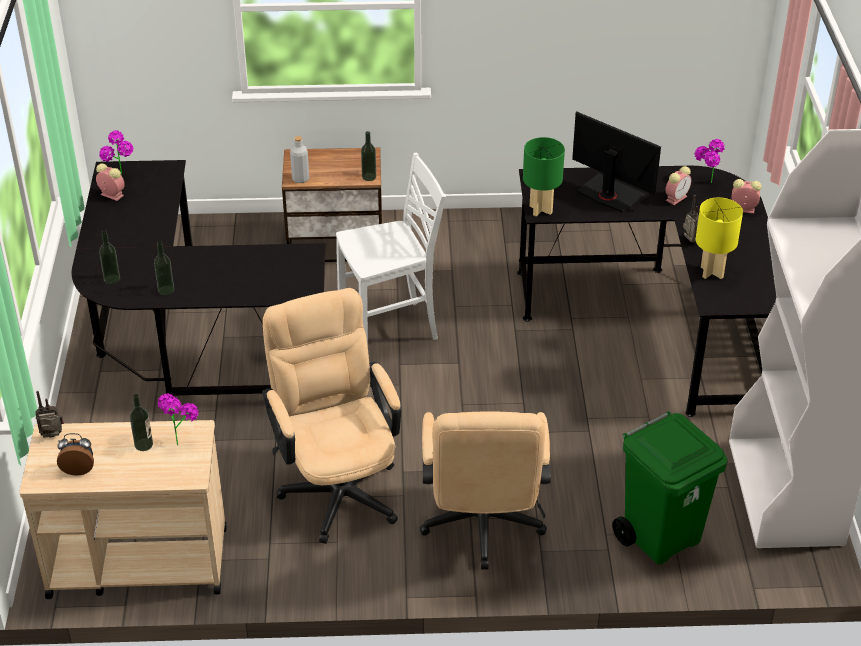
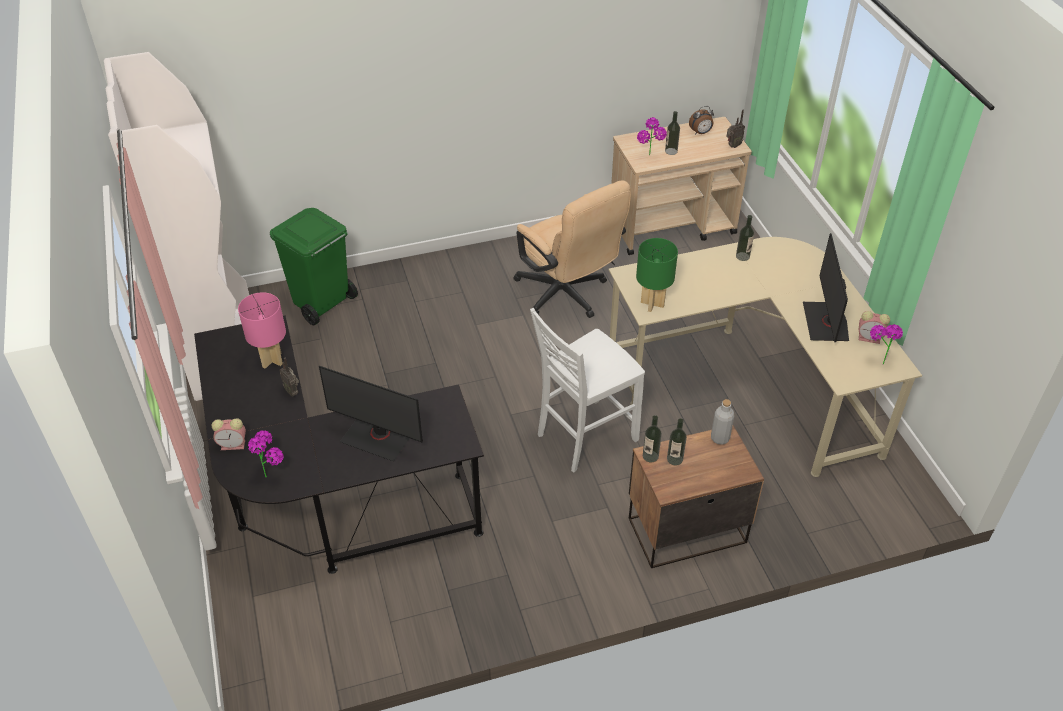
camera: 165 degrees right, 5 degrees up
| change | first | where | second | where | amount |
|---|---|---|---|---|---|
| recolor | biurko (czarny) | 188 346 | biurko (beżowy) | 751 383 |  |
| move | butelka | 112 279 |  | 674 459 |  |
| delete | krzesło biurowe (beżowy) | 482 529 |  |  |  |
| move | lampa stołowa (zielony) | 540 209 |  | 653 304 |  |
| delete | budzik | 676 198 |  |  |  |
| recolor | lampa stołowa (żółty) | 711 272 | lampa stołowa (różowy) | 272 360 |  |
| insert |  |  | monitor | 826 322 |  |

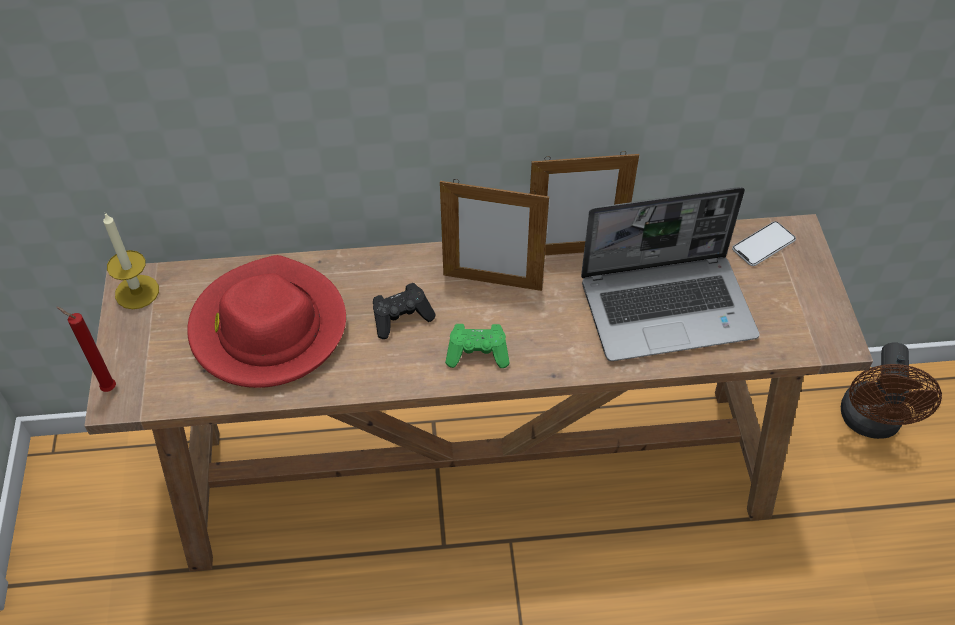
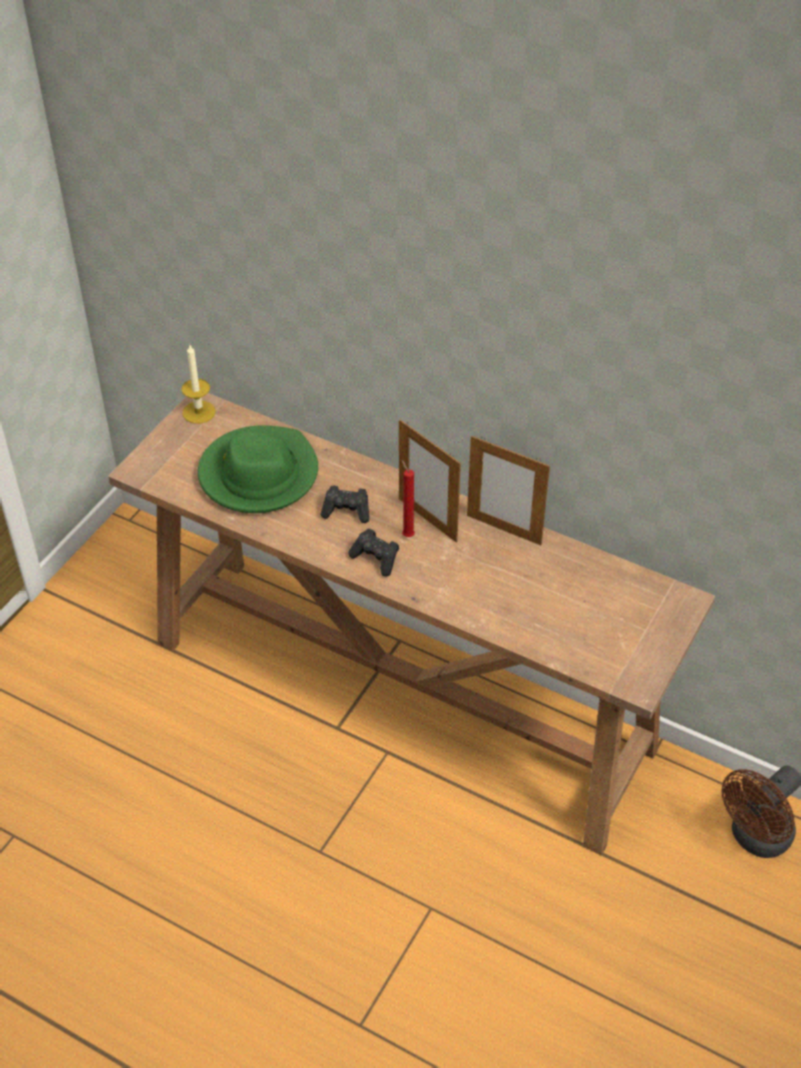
camera: 35 degrees right, 5 degrees down
| change | first | where | second | where | amount |
|---|---|---|---|---|---|
| move | świeca (czerwony) | 107 388 |  | 407 535 |  |
| recolor | kapelusz (czerwony) | 268 328 | kapelusz (zielony) | 258 474 |  |
| recolor | pad do gier (zielony) | 478 354 | pad do gier (czarny) | 376 559 |  |
| delete | laptop | 669 307 |  |  |  |
| delete | telefon | 763 245 |  |  |  |

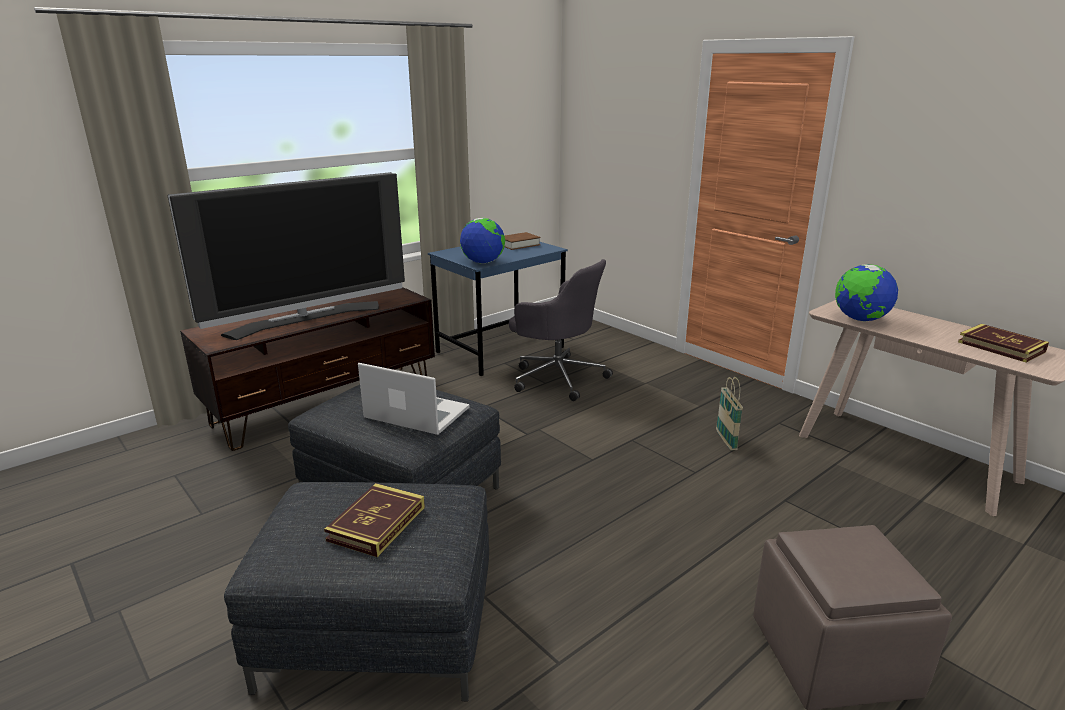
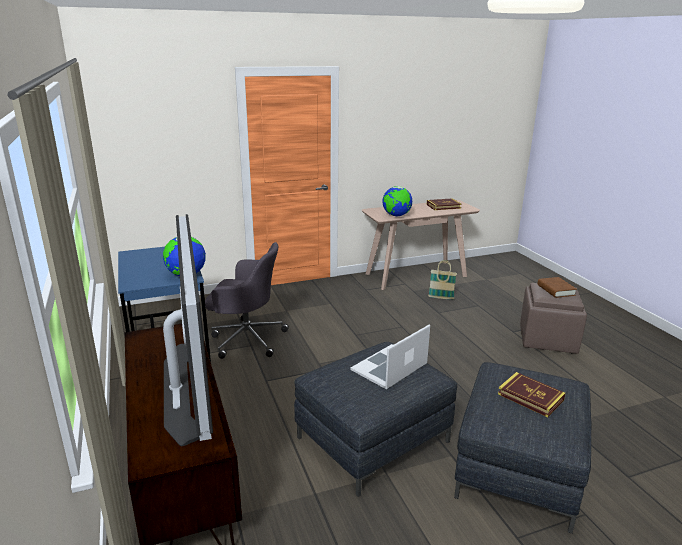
camera: 70 degrees left, 0 degrees up
| change | first | where | second | where | amount |
|---|---|---|---|---|---|
| move | książka (brązowy) | 518 244 |  | 556 290 |  |
| rotate | krzesło biurowe (szary) | 557 377 |  | 246 338 | 45 degrees clockwise |
| move | koszyk | 726 440 |  | 441 298 |  |

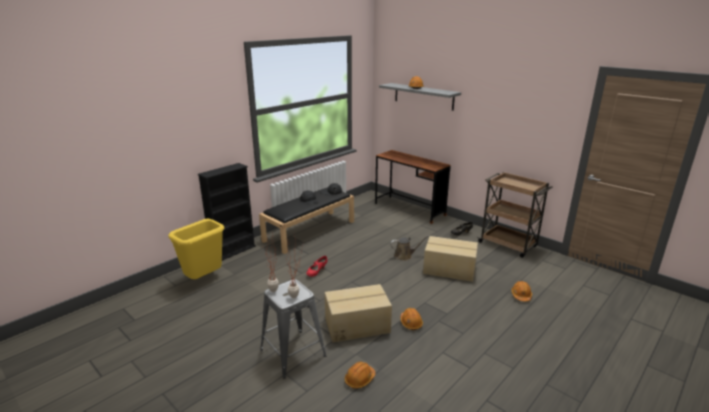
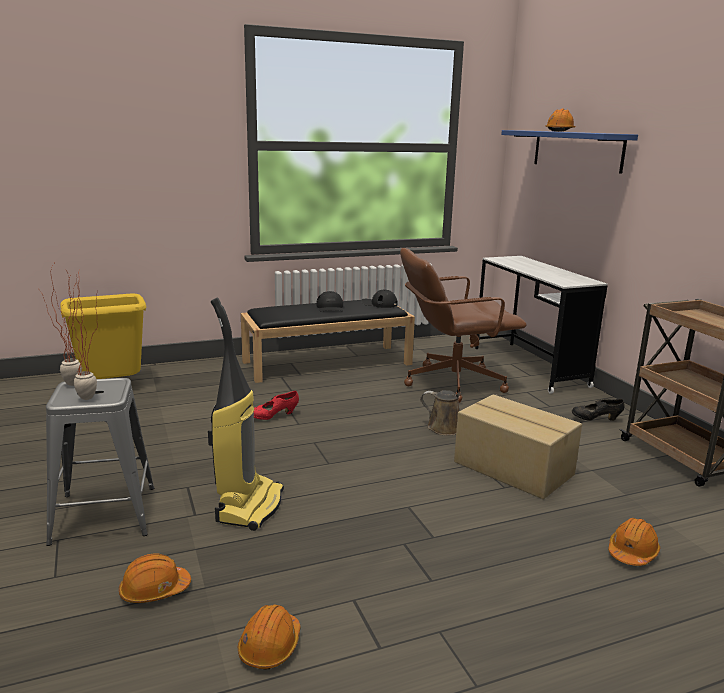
camera: 25 degrees right, 5 degrees down
| change | first | where | second | where | amount |
|---|---|---|---|---|---|
| delete | regał (czarny) | 233 251 |  |  |  |
| replace | karton | 356 325 | odkurzacz | 249 506 |  |
| recolor | biurko (brązowy) | 409 209 | biurko (biały) | 529 366 |  |
| recolor | półka (szary) | 423 96 | półka (niebieski) | 577 150 |  |
| move | kask (pomarańczowy) | 411 323 |  | 270 646 |  |
| insert |  |  | krzesło biurowe (brązowy) | 453 383 |  |

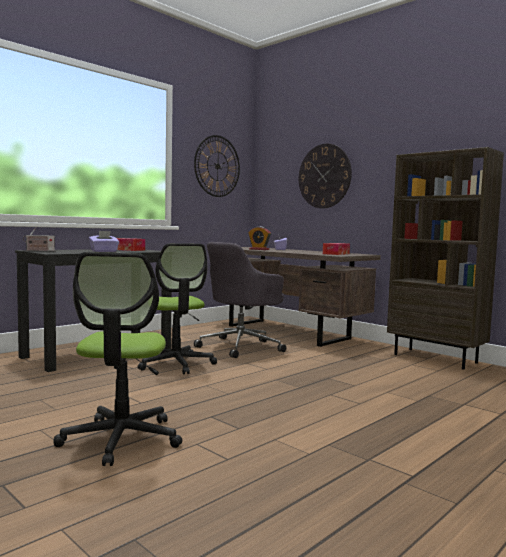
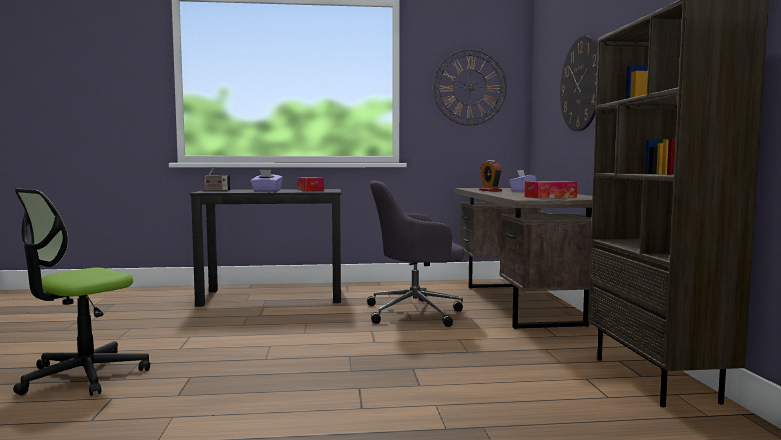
camera: 40 degrees right, 0 degrees up
| change | first | where | second | where | amount |
|---|---|---|---|---|---|
| delete | krzesło biurowe | 176 364 |  |  |  |

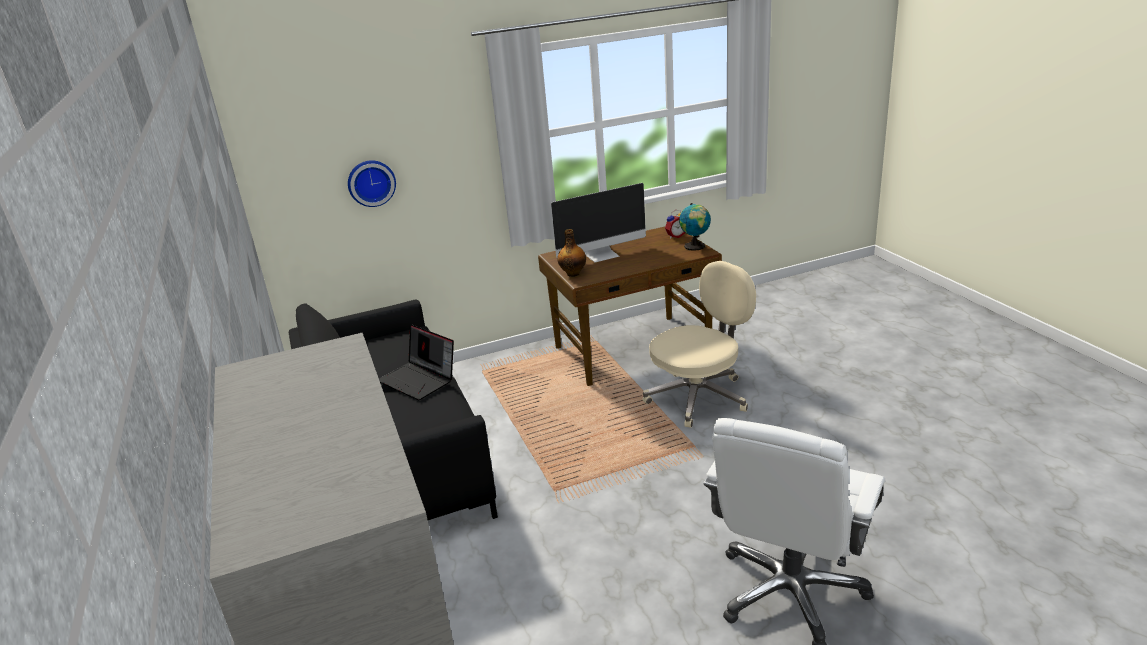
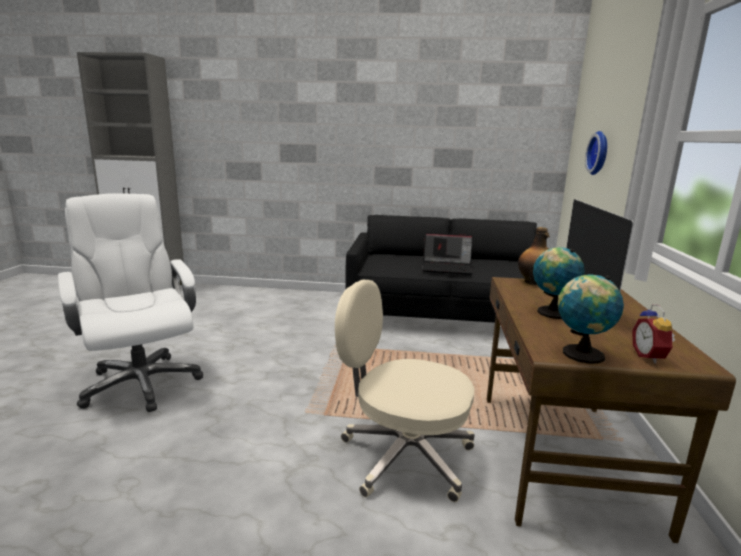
camera: 115 degrees right, 10 degrees down
| change | first | where | second | where | amount |
|---|---|---|---|---|---|
| rotate | laptop | 420 380 |  | 447 268 | 150 degrees counterclockwise |
| rotate | krzesło biurowe (beżowy) | 699 397 |  | 403 456 | 120 degrees clockwise |
| insert |  |  | globus | 551 312 |  |

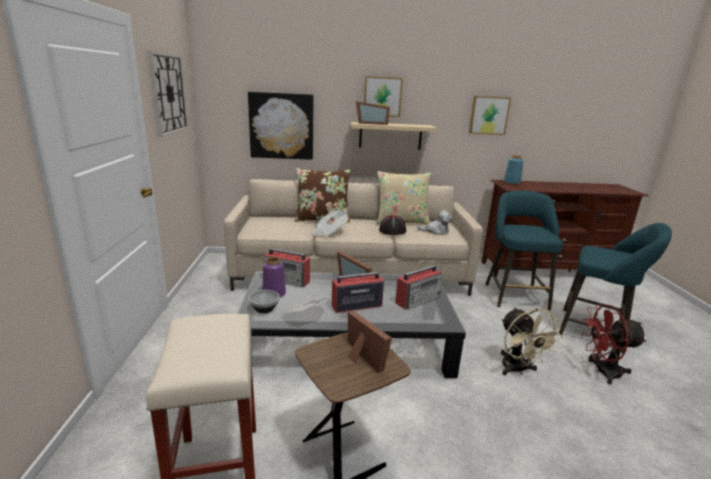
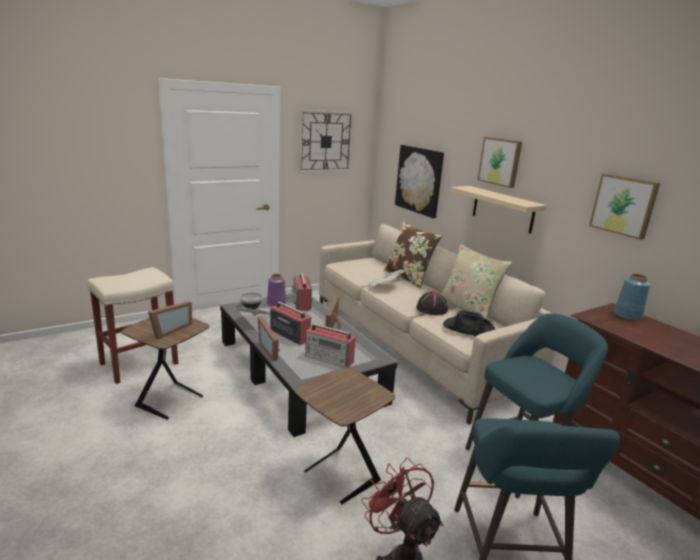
camera: 60 degrees right, 0 degrees up
| change | first | where | second | where | amount |
|---|---|---|---|---|---|
| move | ramka na zdjęcie | 371 123 |  | 271 349 |  |
| replace | pluszak | 435 231 | kapelusz (czarny) | 468 329 |  |
| replace | wentylator (beżowy) | 517 370 | stolik (brązowy) | 340 477 |  |

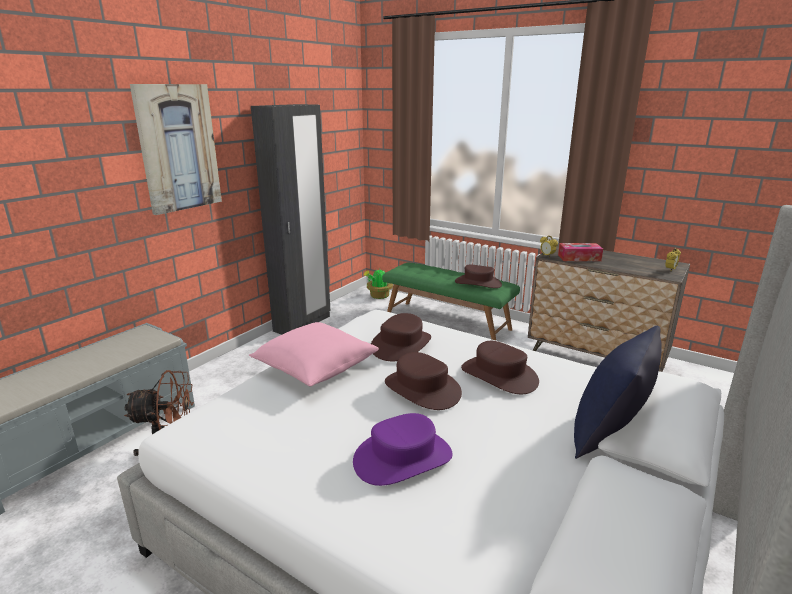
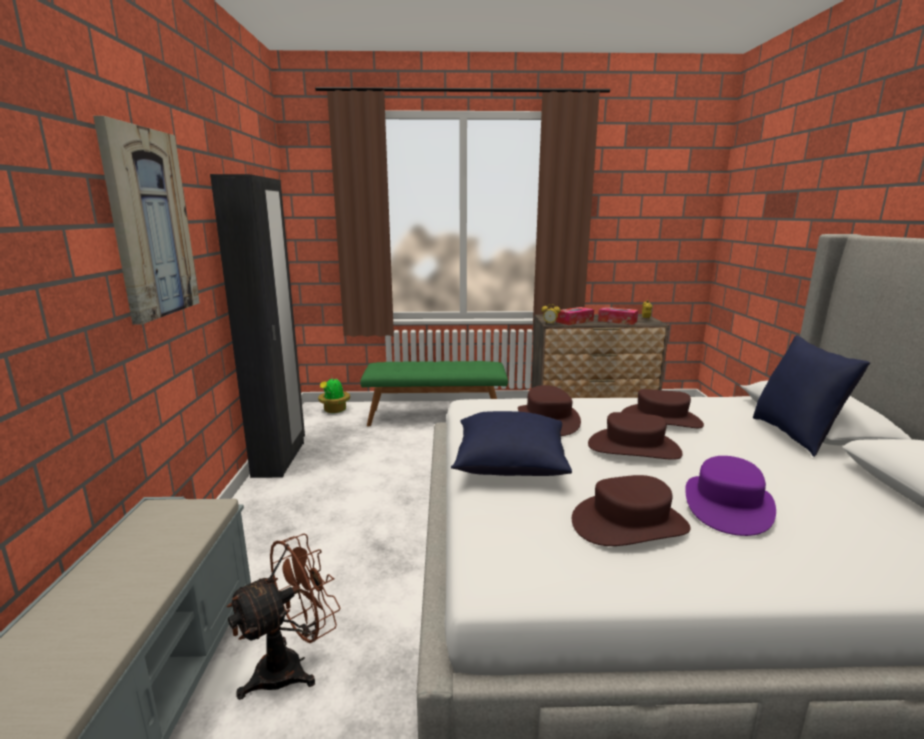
camera: 35 degrees left, 5 degrees down
| change | first | where | second | where | amount |
|---|---|---|---|---|---|
| recolor | poduszka (różowy) | 315 369 | poduszka (niebieski) | 510 465 |  |
| move | kapelusz (brązowy) | 478 283 |  | 629 523 |  |
| insert |  |  | pudełko chusteczek | 617 321 |  |

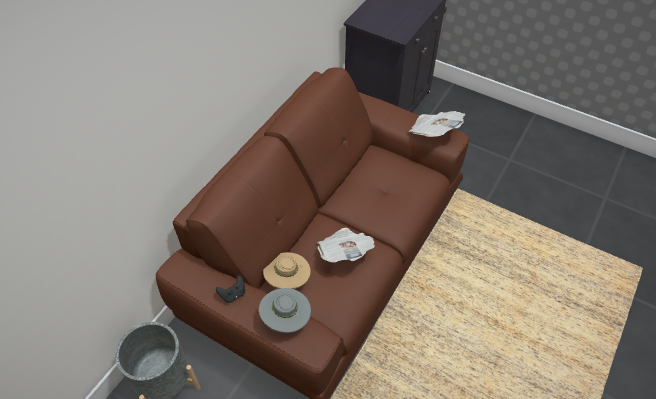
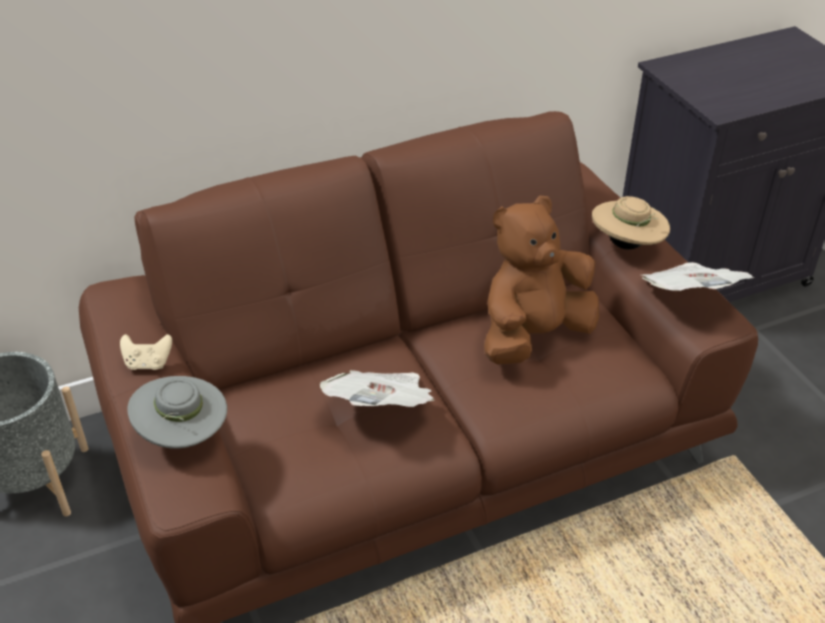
camera: 35 degrees right, 10 degrees down
| change | first | where | second | where | amount |
|---|---|---|---|---|---|
| recolor | pad do gier (czarny) | 233 294 | pad do gier (beżowy) | 148 363 |  |
| move | kapelusz (beżowy) | 288 280 |  | 626 245 |  |
| insert |  |  | pluszak (brązowy) | 533 336 |  |

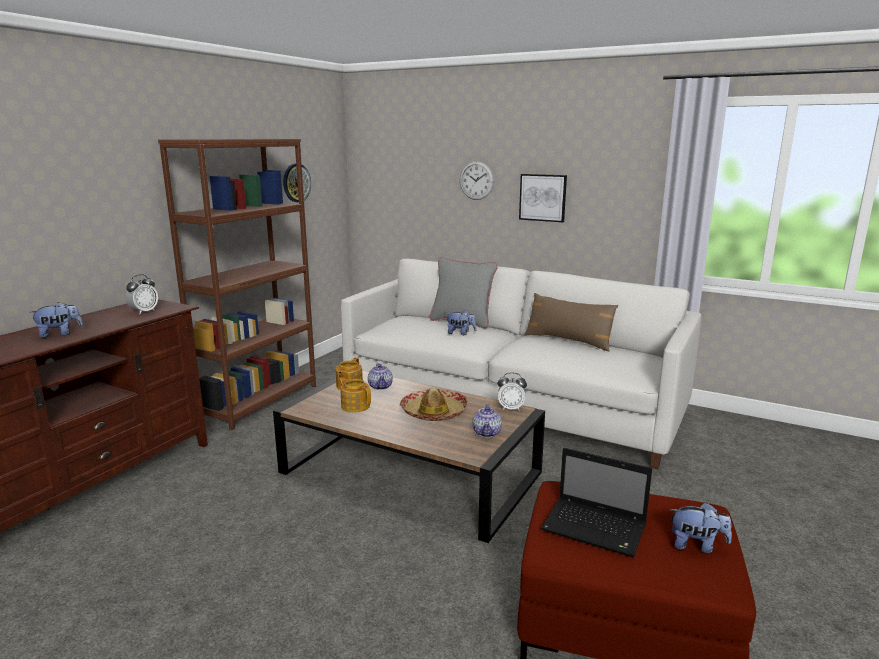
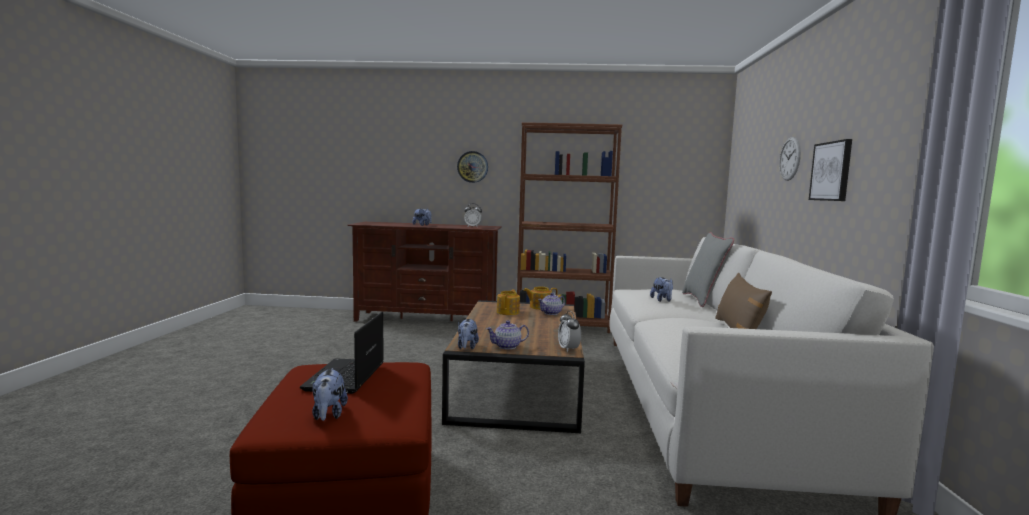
camera: 65 degrees right, 10 degrees down
| change | first | where | second | where | amount |
|---|---|---|---|---|---|
| move | zegar ścienny | 296 183 |  | 472 167 |  |
| delete | kapelusz | 434 412 |  |  |  |
| insert |  |  | pluszak | 467 347 |  |

